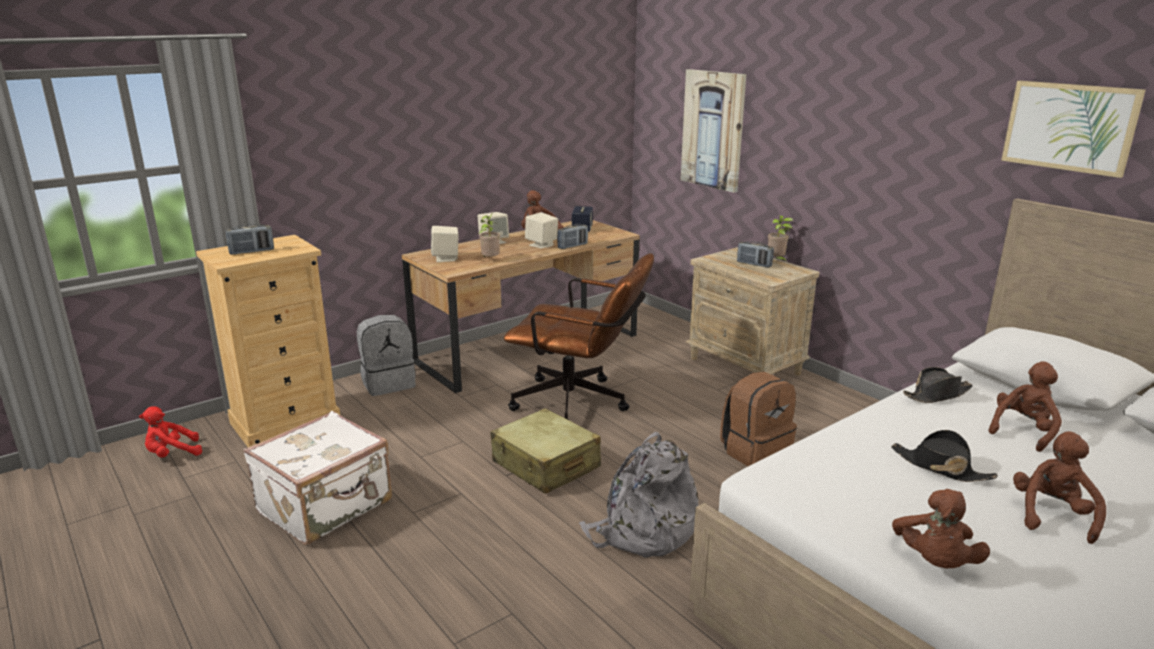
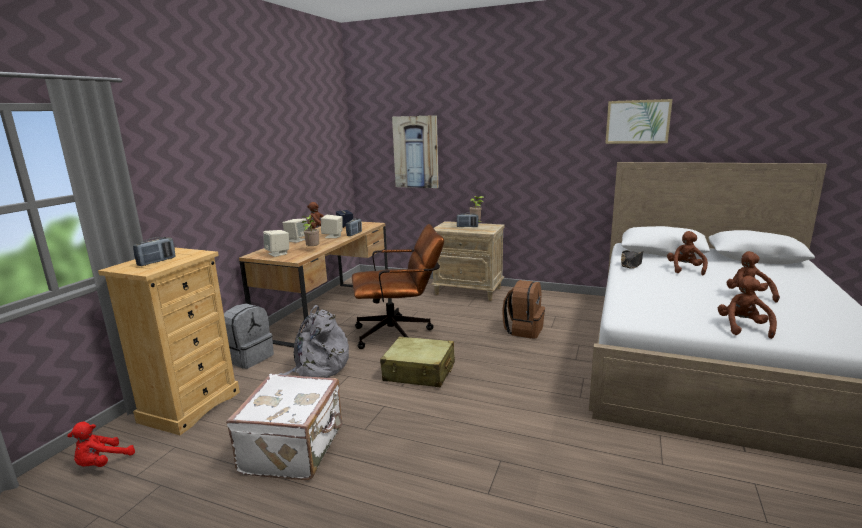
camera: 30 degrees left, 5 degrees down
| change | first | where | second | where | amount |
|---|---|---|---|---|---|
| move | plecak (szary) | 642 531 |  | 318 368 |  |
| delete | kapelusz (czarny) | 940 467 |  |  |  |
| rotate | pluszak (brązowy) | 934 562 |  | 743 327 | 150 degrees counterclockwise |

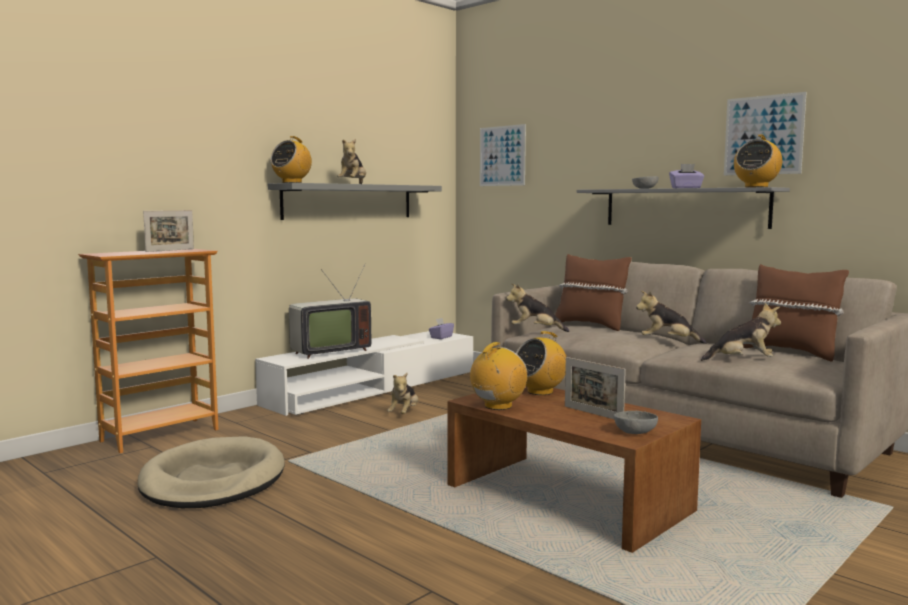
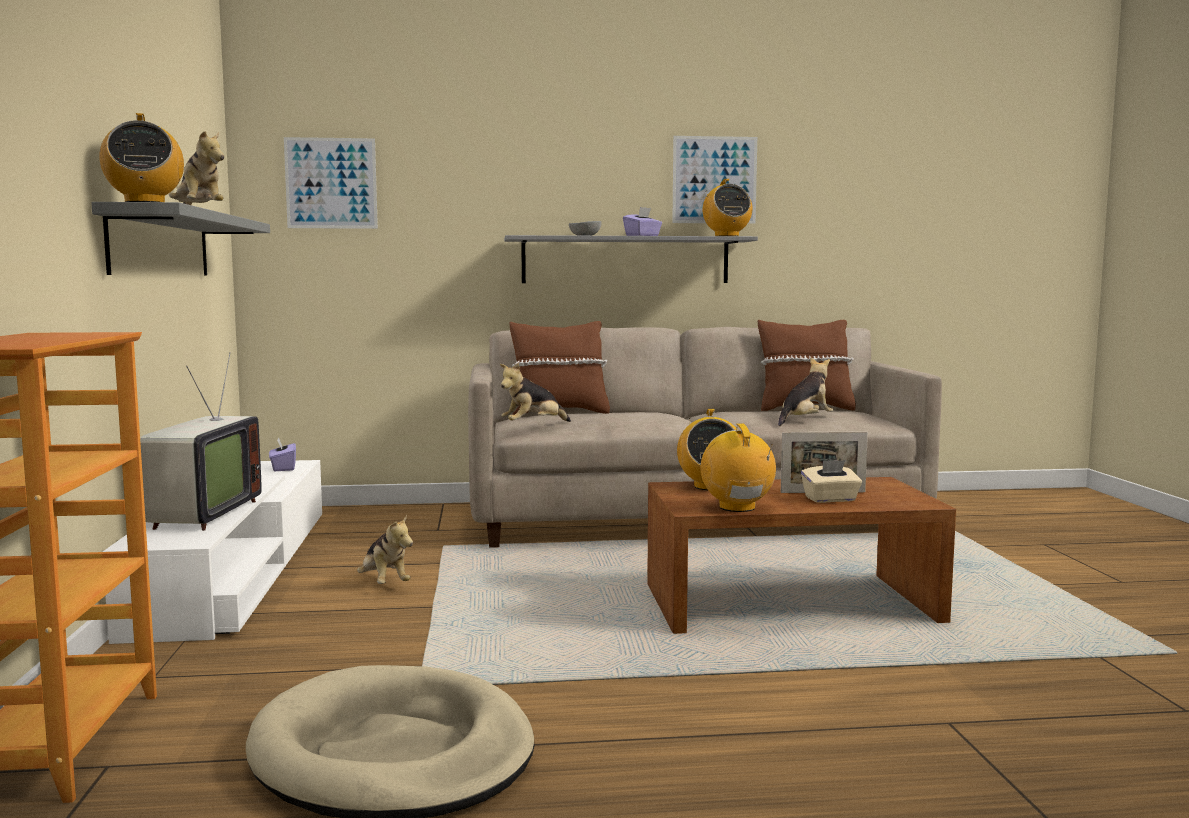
camera: 50 degrees left, 0 degrees up
| change | first | where | second | where | amount |
|---|---|---|---|---|---|
| delete | ramka na zdjęcie | 170 250 |  |  |  |
| delete | miska (szary) | 634 432 |  |  |  |
| delete | pluszak | 668 342 |  |  |  |
| insert |  |  | pudełko chusteczek (beżowy) | 830 499 |  |

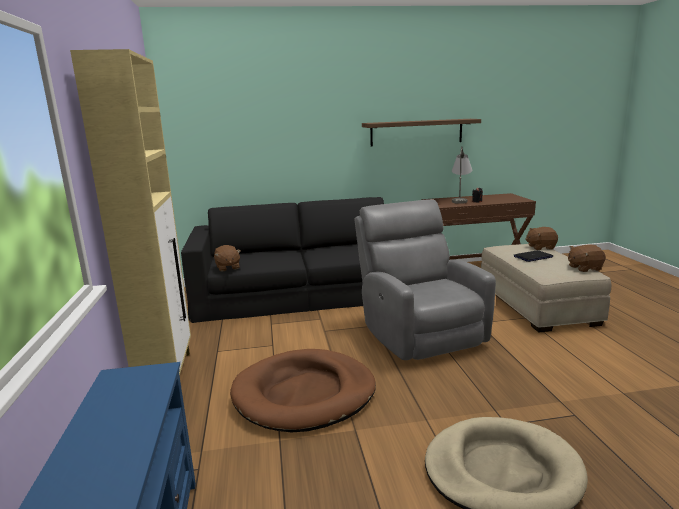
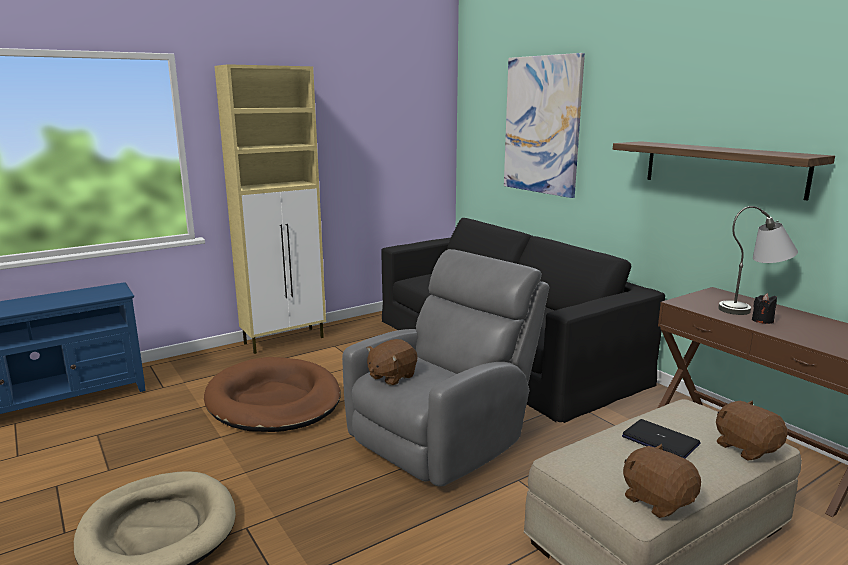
camera: 65 degrees right, 0 degrees up
| change | first | where | second | where | amount |
|---|---|---|---|---|---|
| move | pluszak (brązowy) | 227 267 |  | 391 376 |  |
| insert |  |  | obraz | 542 125 |  |

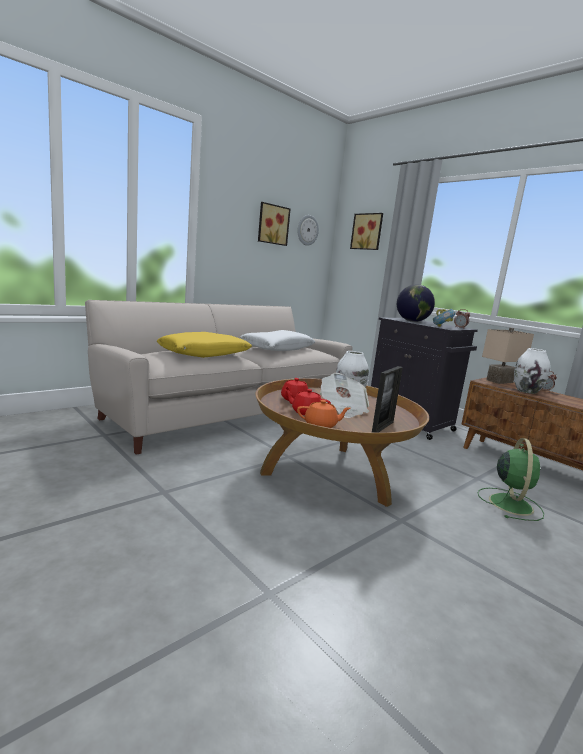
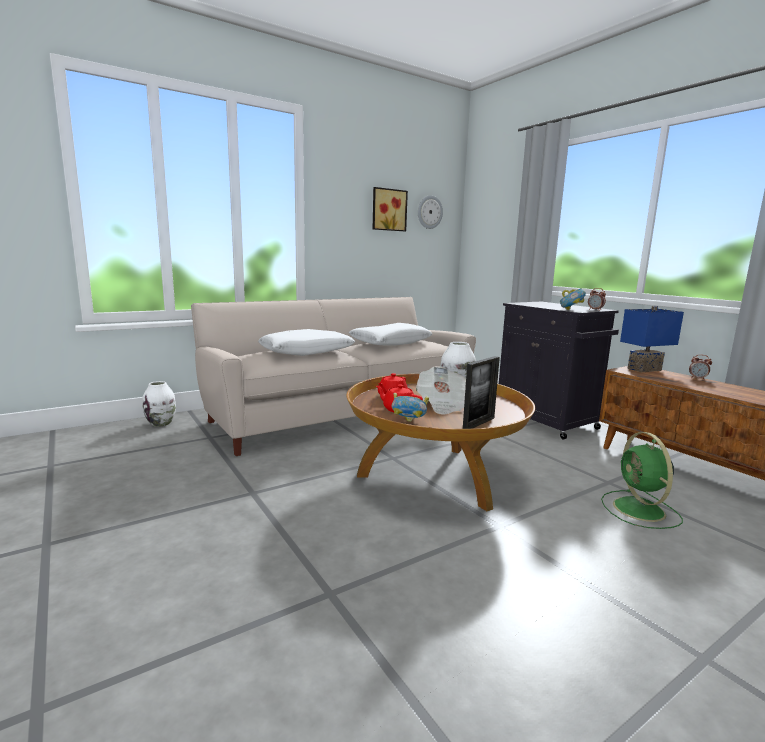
camera: 10 degrees right, 0 degrees up
| change | first | where | second | where | amount |
|---|---|---|---|---|---|
| recolor | poduszka (żółty) | 204 354 | poduszka (biały) | 306 352 |  |
| replace | imbryk (pomarańczowy) | 321 425 | miska | 408 422 |  |
| delete | obraz | 367 231 |  |  |  |
| delete | globus | 412 321 |  |  |  |
| rotate | wentylator (zielony) | 510 503 |  | 640 510 | 150 degrees clockwise |
| recolor | lampa stołowa (beżowy) | 500 381 | lampa stołowa (niebieski) | 645 370 |  |
| move | wazon (biały) | 526 391 |  | 161 423 |  |

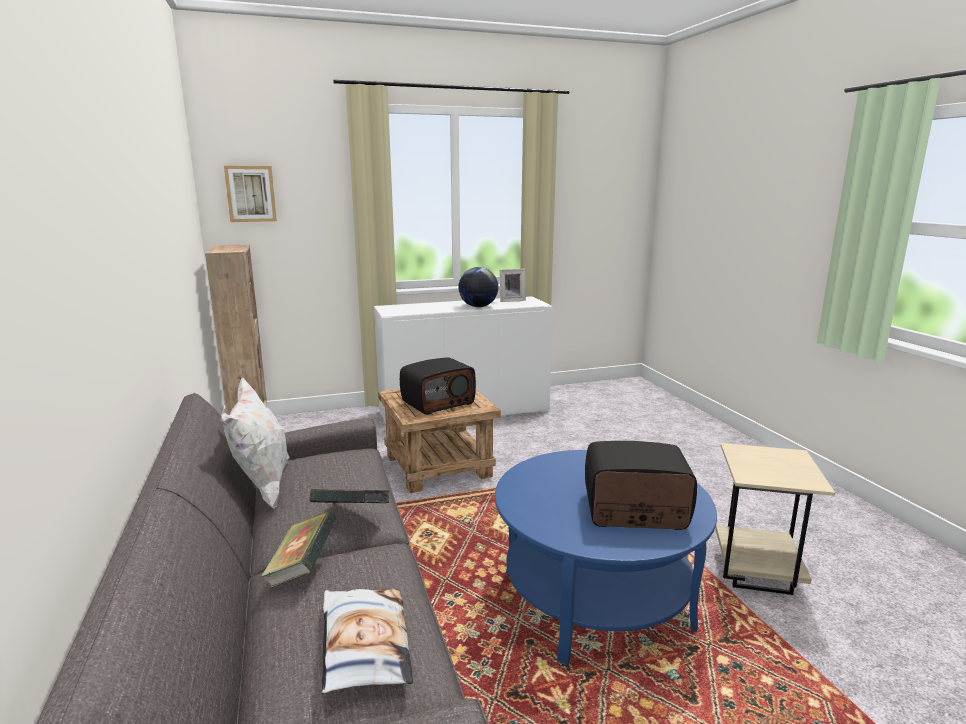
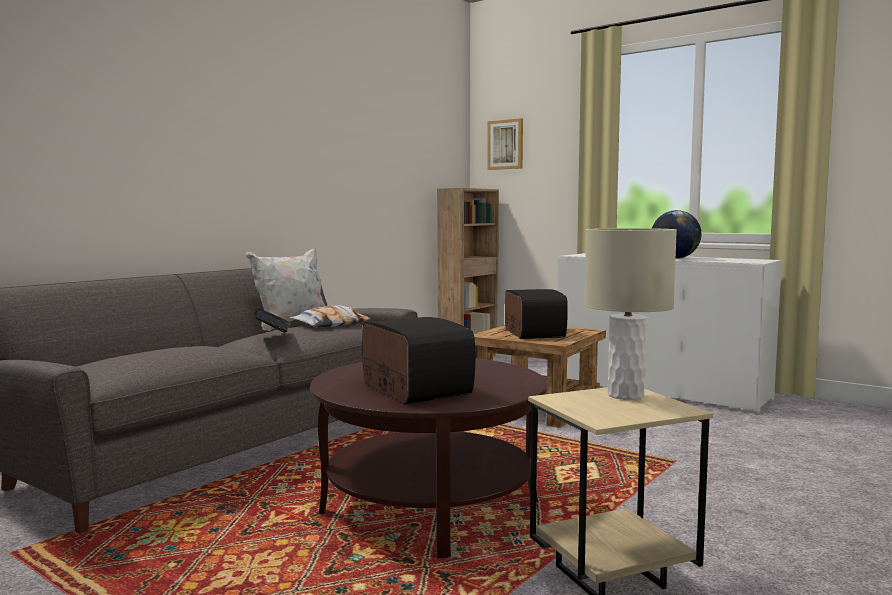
camera: 55 degrees right, 10 degrees down
| change | first | where | second | where | amount |
|---|---|---|---|---|---|
| delete | książka | 302 569 |  |  |  |
| move | poduszka | 364 644 |  | 331 324 |  |
| rotate | radio | 438 402 |  | 532 333 | 120 degrees counterclockwise |
| recolor | ława (niebieski) | 595 597 | ława (brązowy) | 430 505 |  |
| delete | ramka na zdjęcie | 511 300 |  |  |  |
| insert |  |  | lampa stołowa (beżowy) | 625 395 |  |

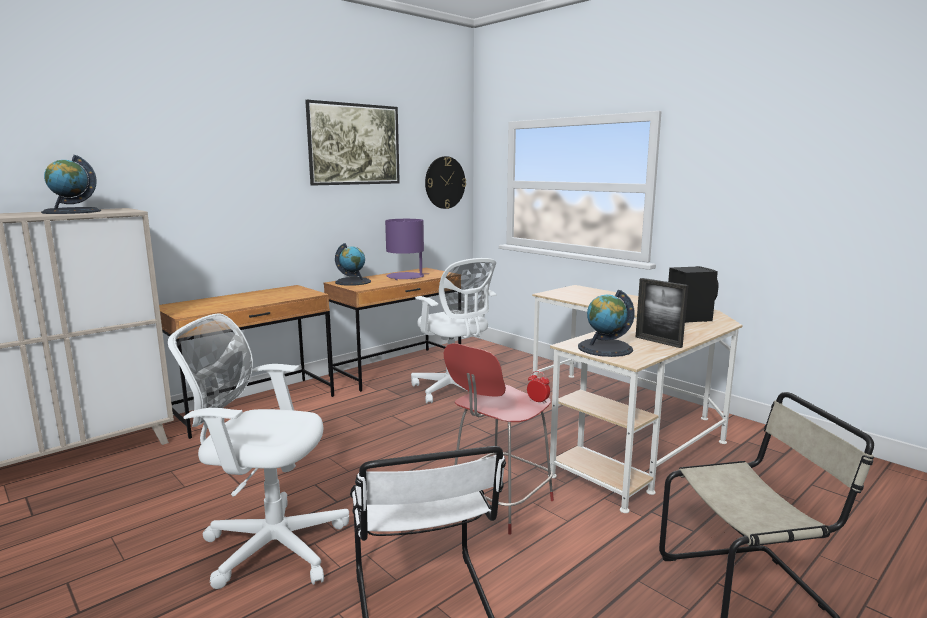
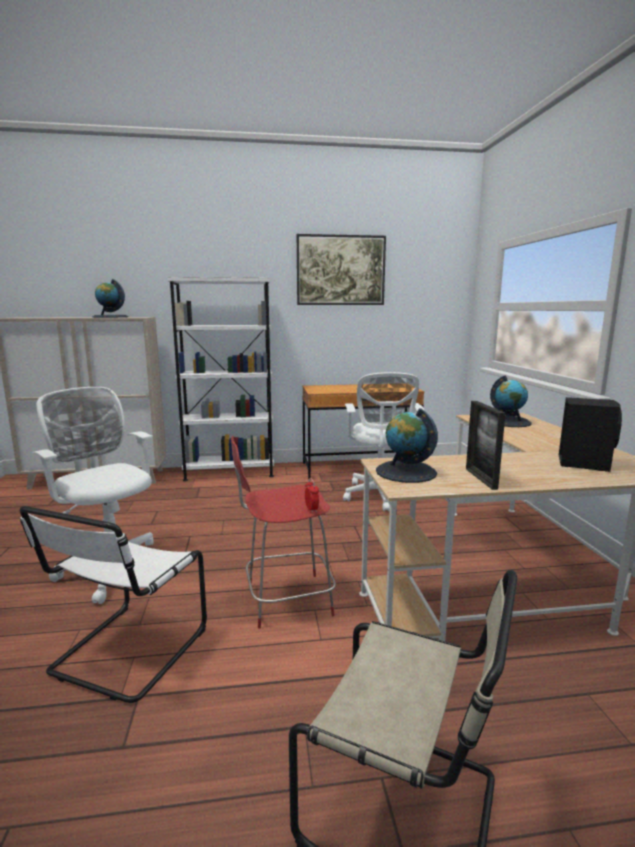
camera: 35 degrees right, 0 degrees up
| change | first | where | second | where | amount |
|---|---|---|---|---|---|
| replace | biurko (brązowy) | 253 406 | regał (biały) | 229 472 |  |
| move | globus | 353 282 |  | 508 422 |  |
| delete | lampa stołowa (fioletowy) | 406 277 |  |  |  |
| delete | zegar ścienny | 445 182 |  |  |  |

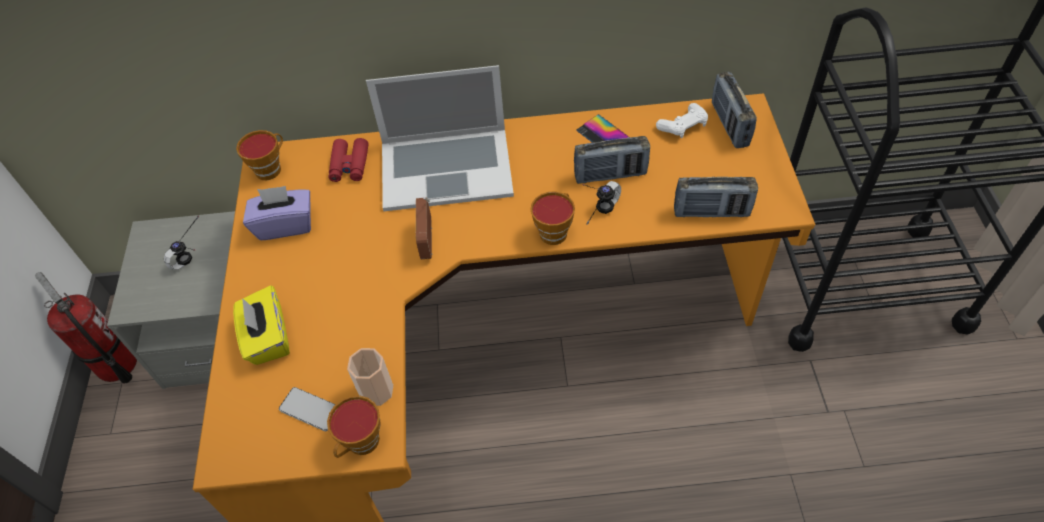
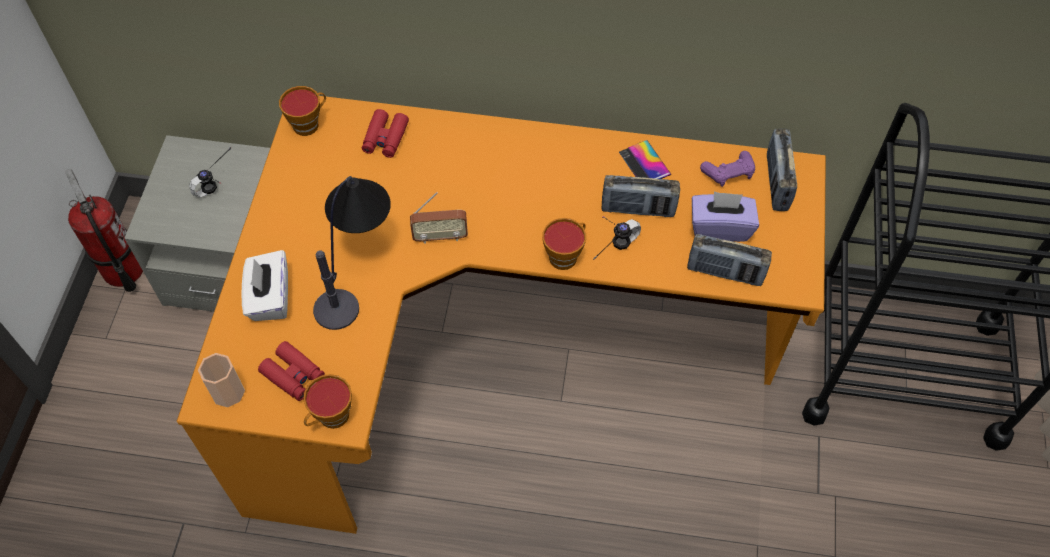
camera: 10 degrees right, 5 degrees up
| change | first | where | second | where | amount |
|---|---|---|---|---|---|
| recolor | pudełko chusteczek (żółty) | 267 338 | pudełko chusteczek (biały) | 270 298 |  |
| move | pudełko chusteczek (fioletowy) | 285 225 |  | 720 227 |  |
| replace | telefon | 310 409 | lornetka (czerwony) | 293 375 |  |
| move | filiżanka | 376 391 |  | 228 392 |  |
| delete | laptop | 446 168 |  |  |  |
| rotate | radio | 427 241 |  | 440 237 | 105 degrees counterclockwise |
| recolor | pad do gier (biały) | 683 126 | pad do gier (fioletowy) | 728 173 |  |
| insert |  |  | lampa stołowa | 356 272 |  |

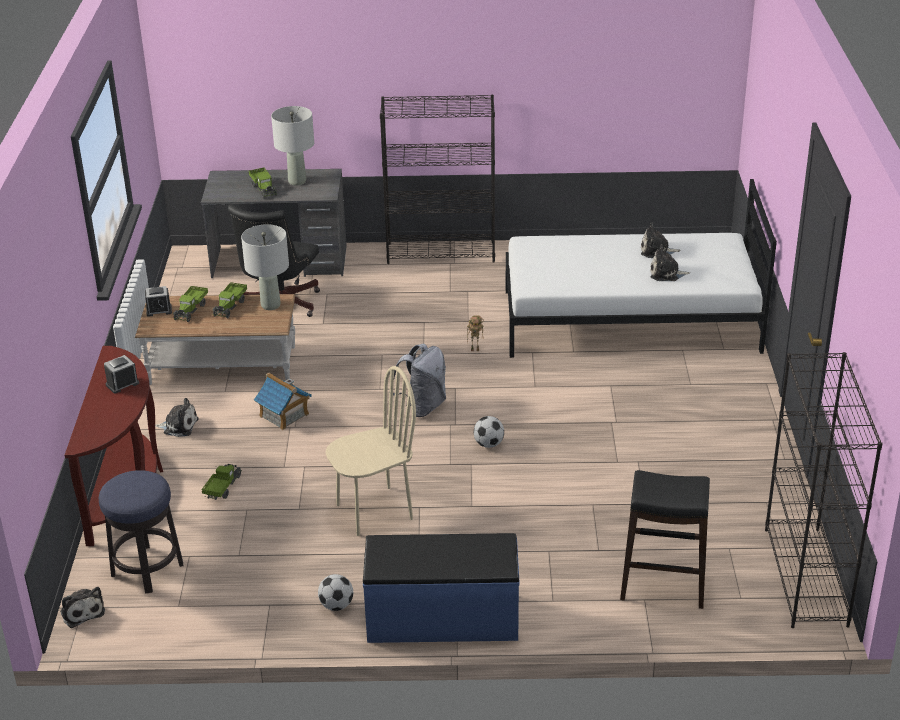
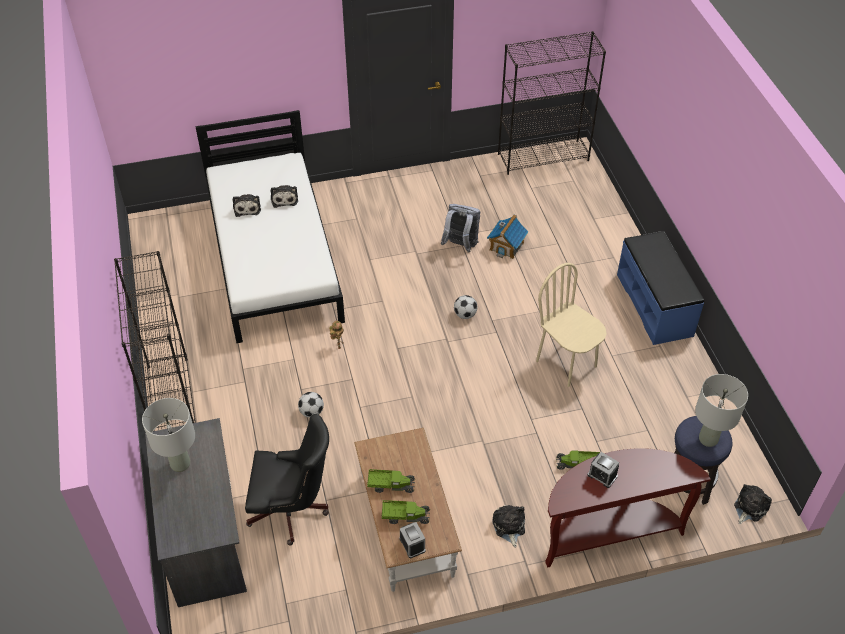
camera: 105 degrees left, 15 degrees up
| change | first | where | second | where | amount |
|---|---|---|---|---|---|
| move | lampa stołowa (szary) | 270 305 |  | 708 439 |  |
| delete | ciężarówka zabawkowa | 264 189 |  |  |  |
| move | domek | 284 415 |  | 506 246 |  |
| move | piłka futbolowa | 337 606 |  | 312 412 |  |
| move | plecak (szary) | 422 407 |  | 461 245 |  |
| delete | stołek (czarny) | 662 584 |  |  |  |

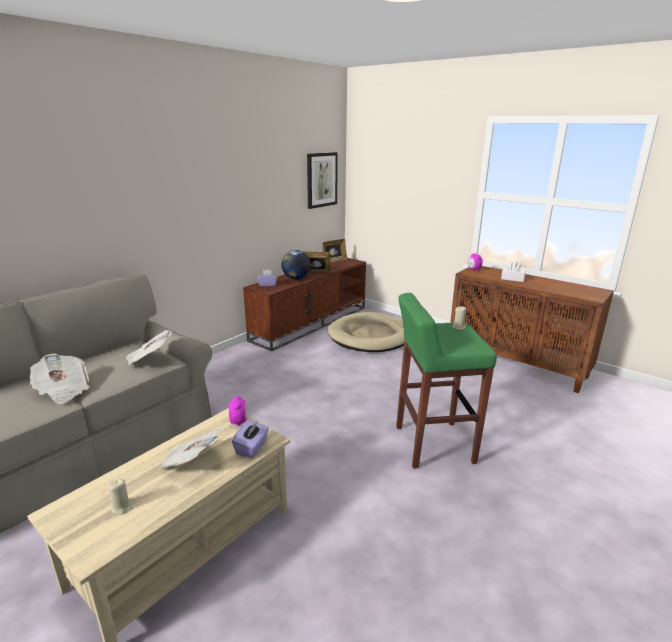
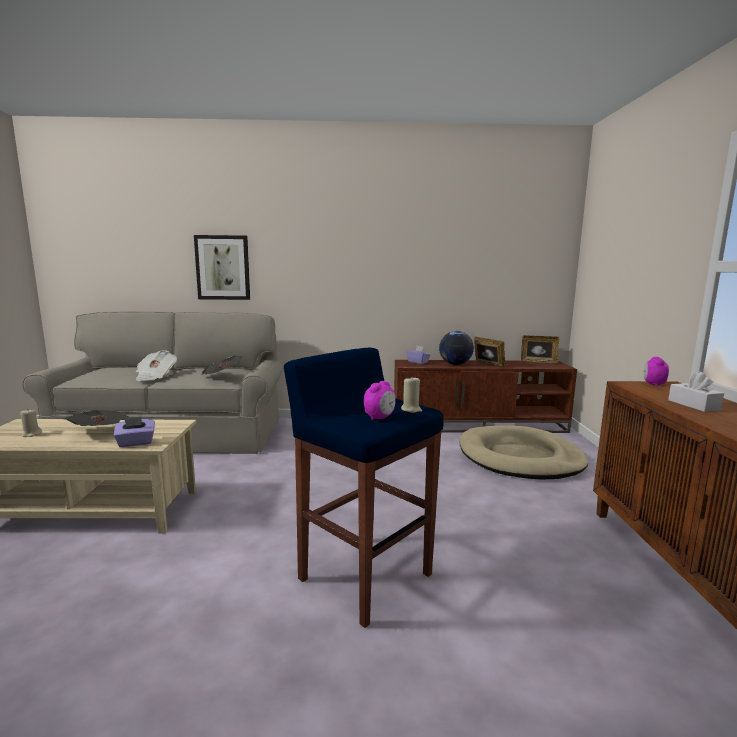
camera: 50 degrees right, 10 degrees down
| change | first | where | second | where | amount |
|---|---|---|---|---|---|
| move | budzik | 239 422 |  | 380 418 |  |
| move | obraz | 321 180 |  | 223 267 |  |
| recolor | stołek (zielony) | 432 444 | stołek (niebieski) | 364 575 |  |

